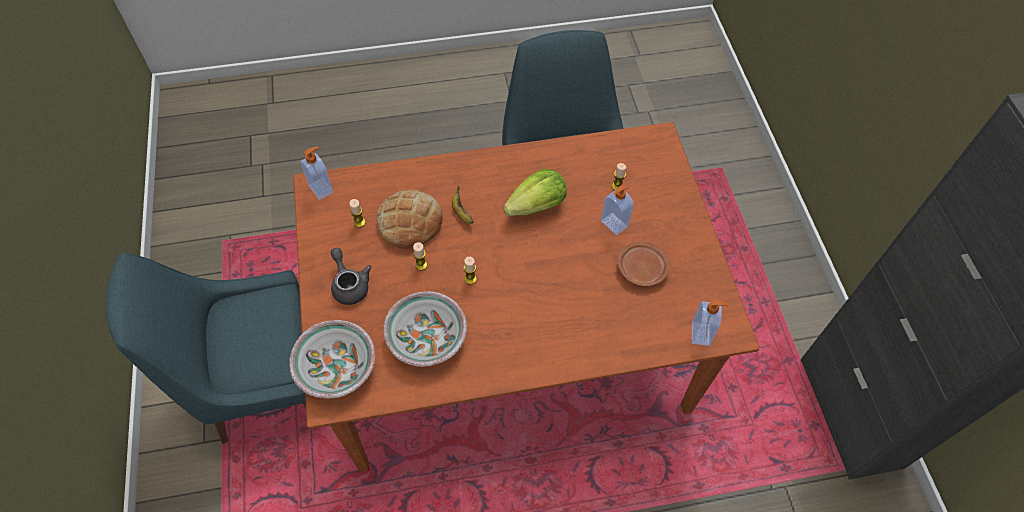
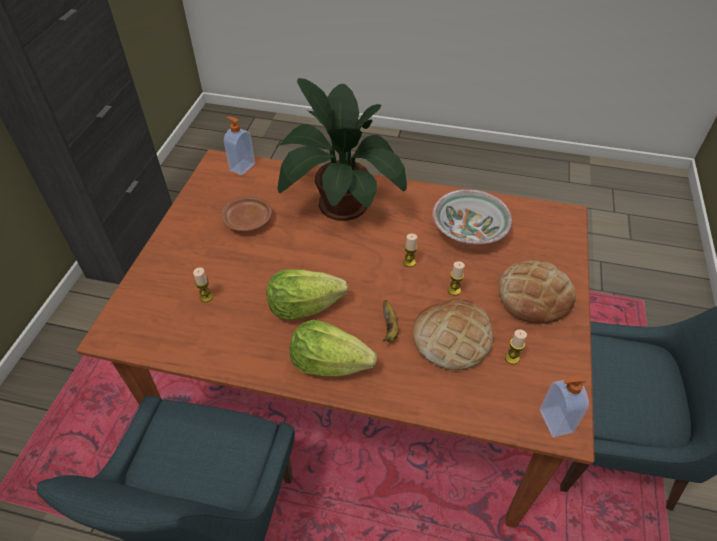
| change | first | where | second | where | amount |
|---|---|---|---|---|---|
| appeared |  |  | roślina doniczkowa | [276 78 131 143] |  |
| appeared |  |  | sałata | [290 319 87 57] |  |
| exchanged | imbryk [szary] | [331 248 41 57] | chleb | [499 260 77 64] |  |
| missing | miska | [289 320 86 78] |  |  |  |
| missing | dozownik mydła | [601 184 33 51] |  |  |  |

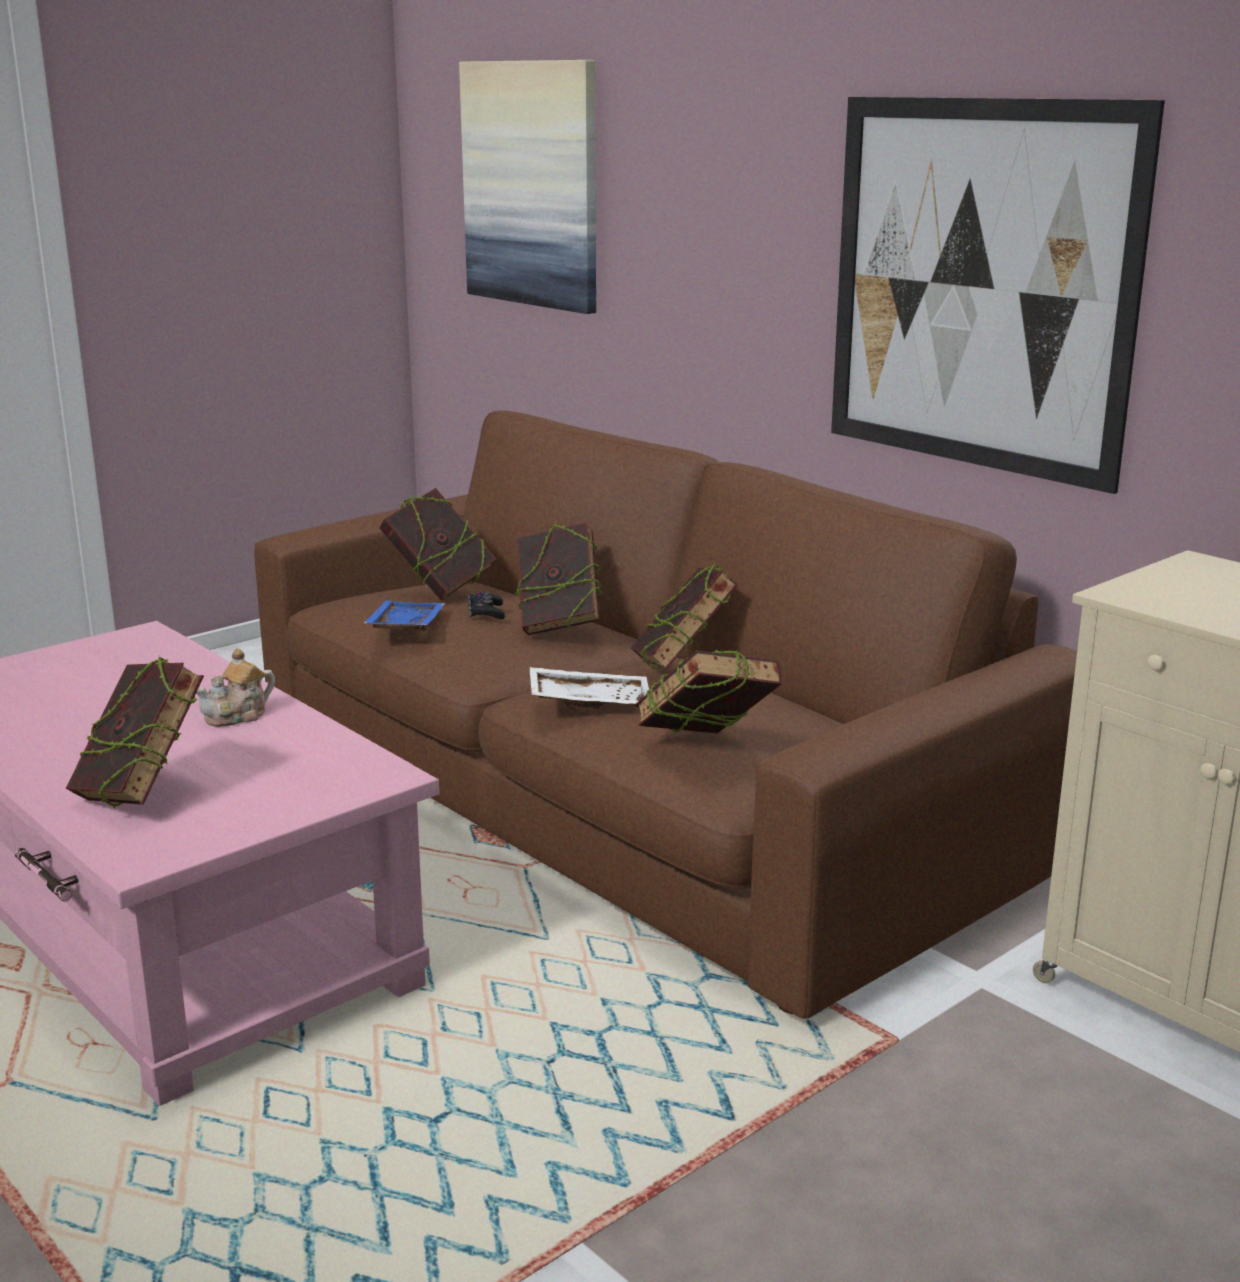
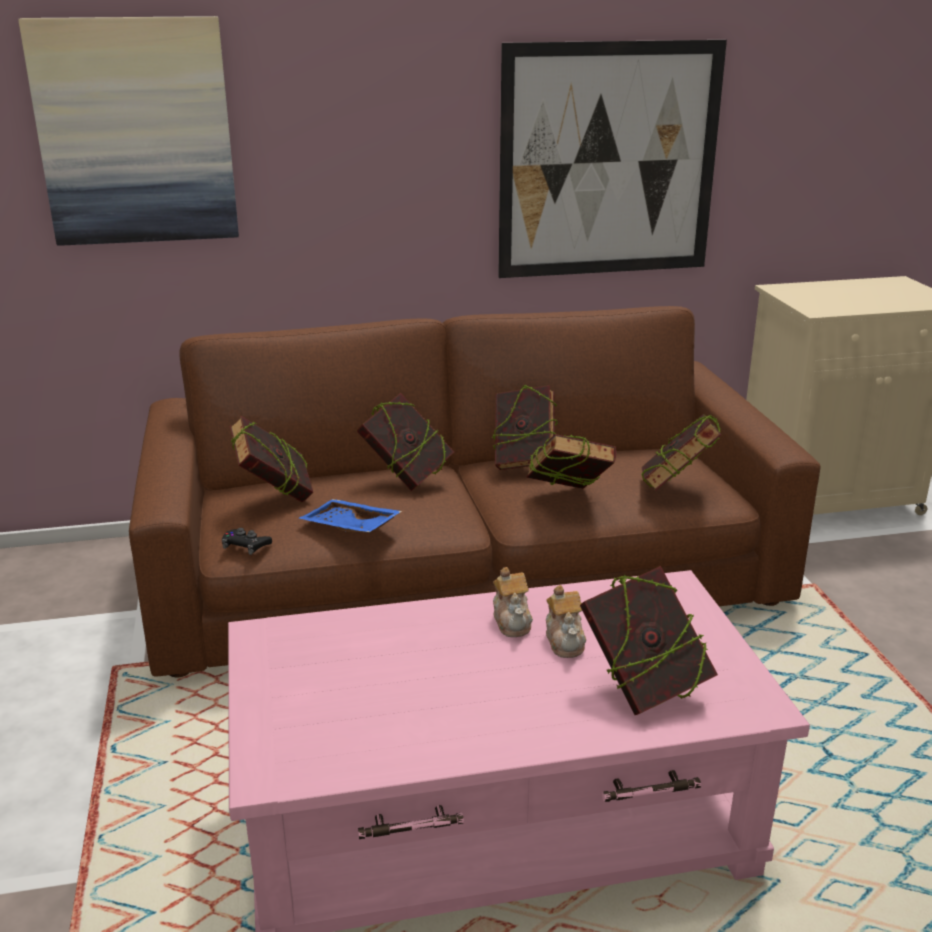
| change | first | where | second | where | amount |
|---|---|---|---|---|---|
| relocated | pad do gier [czarny] | [468 592 37 27] |  | [222 528 50 27] |  |
| exchanged | taca [biały] | [530 667 119 44] | książka | [526 434 90 55] |  |
| appeared |  |  | imbryk | [546 585 40 73] |  |

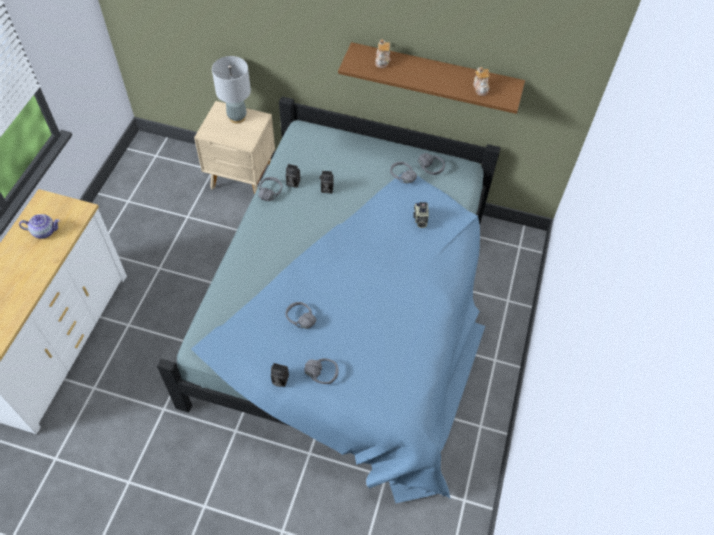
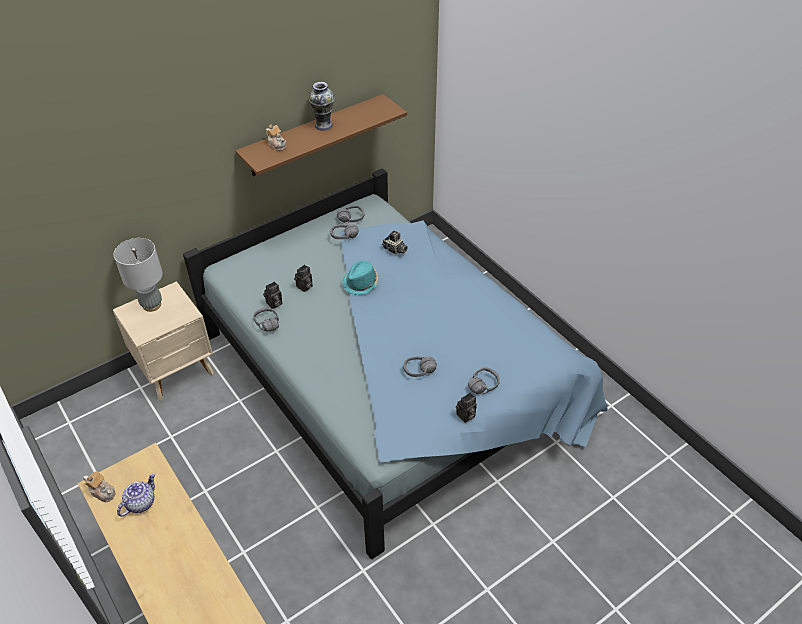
| change | first | where | second | where | amount |
|---|---|---|---|---|---|
| relocated | imbryk | [473 67 17 29] |  | [83 471 33 31] |  |
| appeared |  |  | wazon | [309 82 26 49] |  |
| appeared |  |  | kapelusz [turkusowy] | [342 260 36 35] |  |

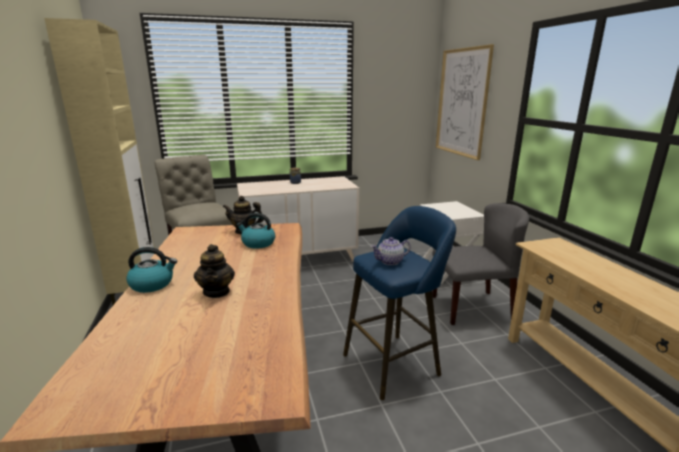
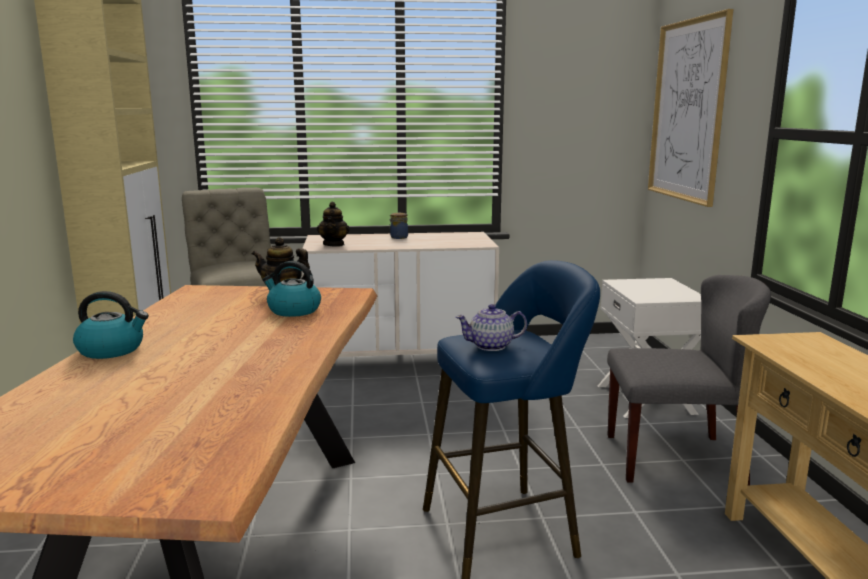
| change | first | where | second | where | amount |
|---|---|---|---|---|---|
| relocated | imbryk | [194 244 41 54] |  | [317 202 33 45] |  |

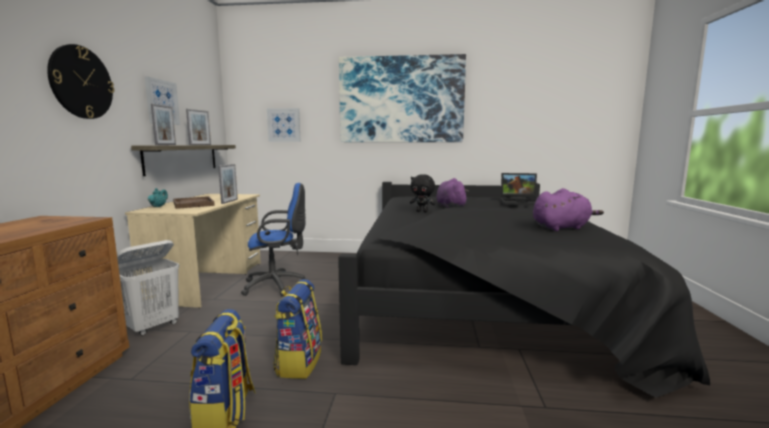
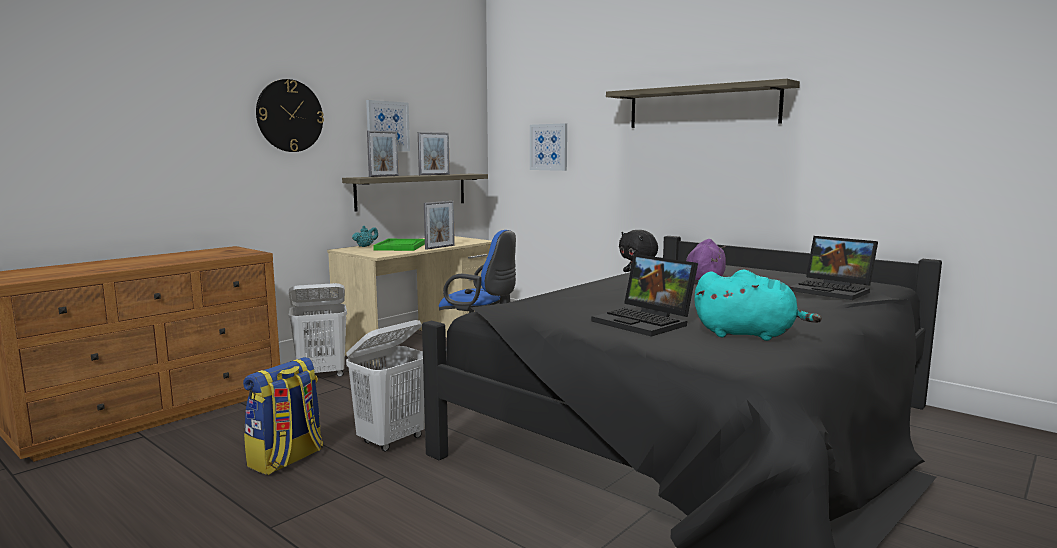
| change | first | where | second | where | amount |
|---|---|---|---|---|---|
| exchanged | plecak | [273 279 49 100] | kosz na pranie [biały] | [346 320 79 132] |  |
| colour | taca [brązowy] | [173 196 42 13] | taca [zielony] | [373 239 52 12] |  |
| appeared |  |  | laptop | [592 254 106 83] |  |
| exchanged | obraz | [339 54 127 88] | półka | [606 79 194 49] |  |
| colour | pluszak [fioletowy] | [533 188 71 43] | pluszak [turkusowy] | [694 269 128 72] |  |

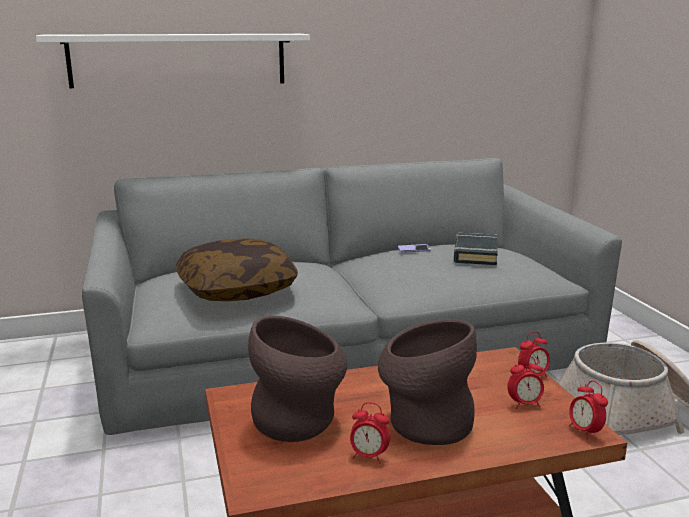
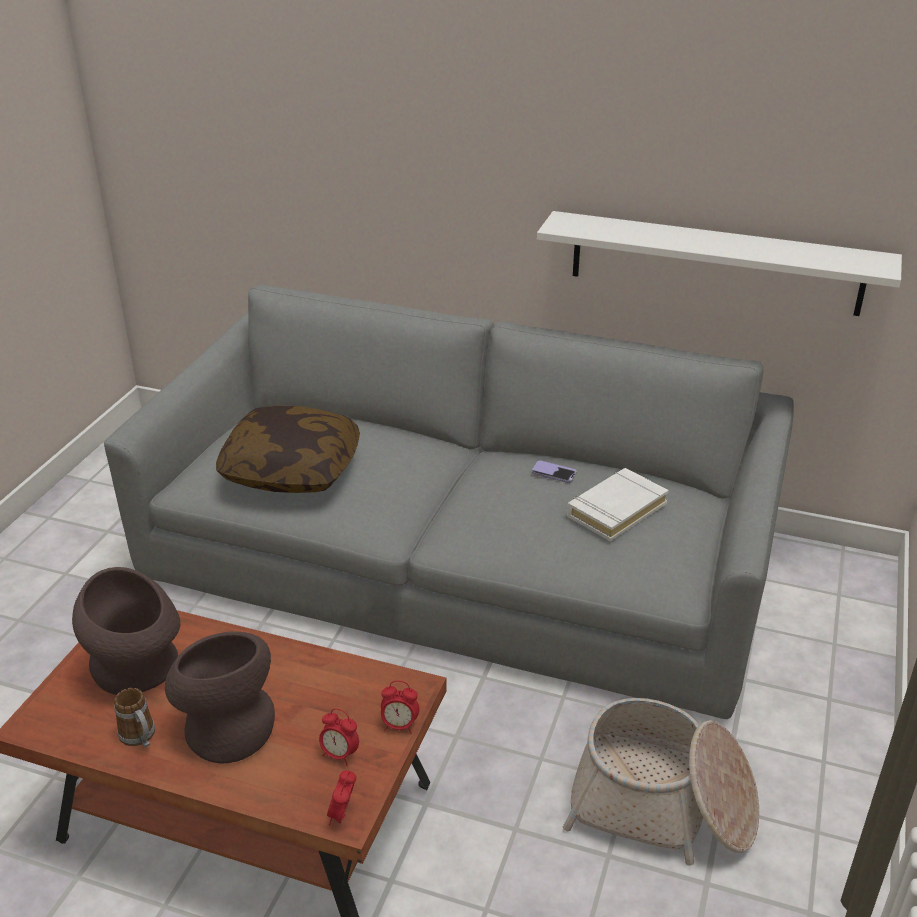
| change | first | where | second | where | amount |
|---|---|---|---|---|---|
| exchanged | budzik | [350 402 40 62] | kubek | [114 688 41 59] |  |
| relocated | półka [biały] | [36 34 274 54] |  | [537 211 365 105] |  |
| colour | książka [czarny] | [453 233 45 32] | książka [biały] | [567 468 102 73] |  |

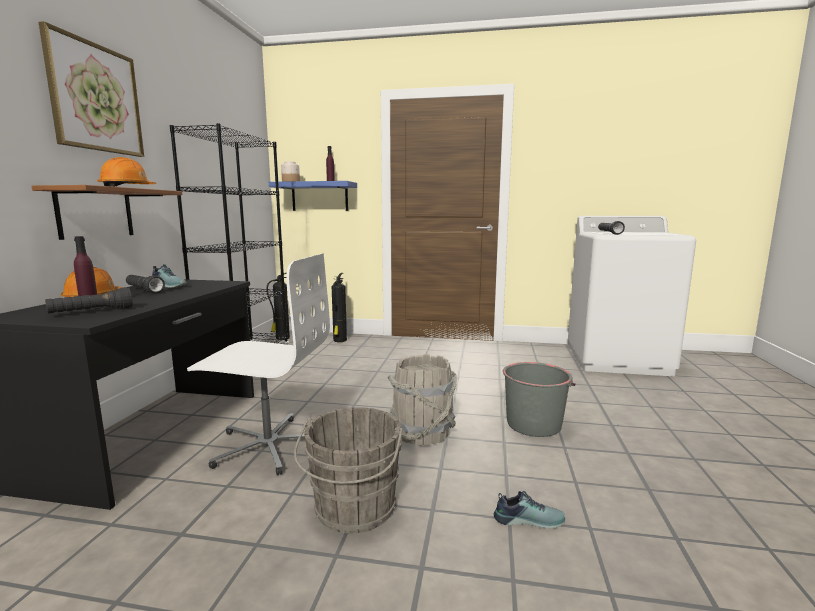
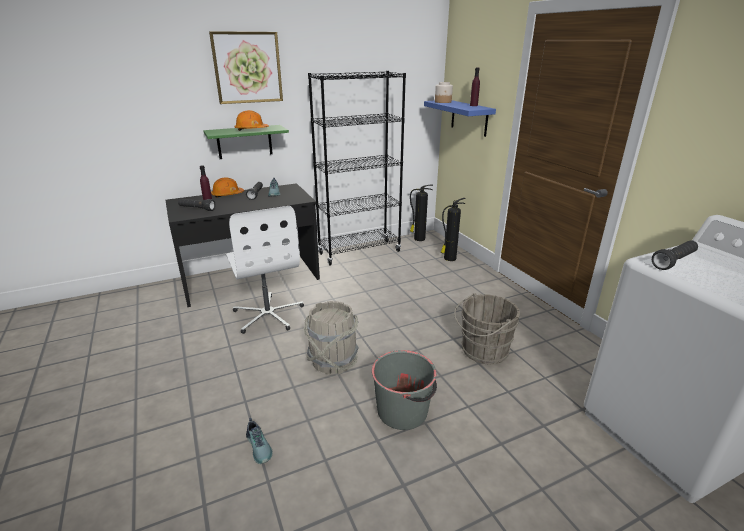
| change | first | where | second | where | amount |
|---|---|---|---|---|---|
| colour | półka [brązowy] | [32 185 150 55] | półka [zielony] | [203 125 86 34] |  |
| relocated | wiadro [szary] | [294 407 109 127] |  | [454 293 66 71] |  |

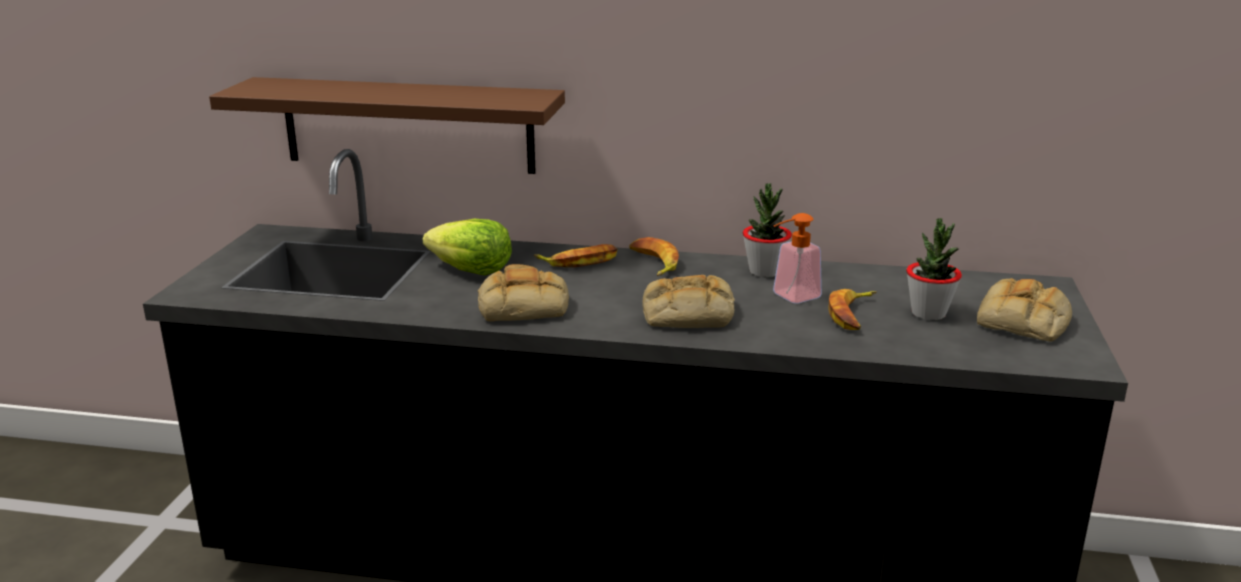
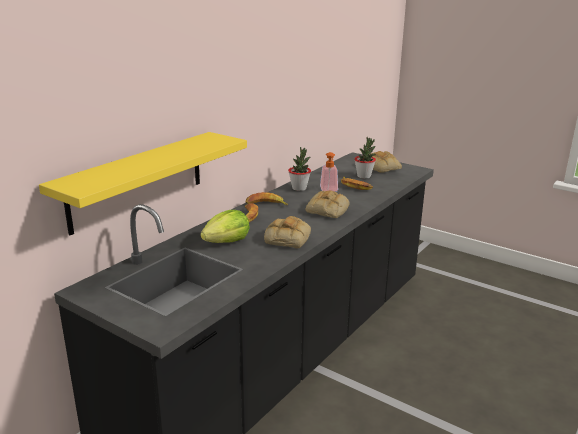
| change | first | where | second | where | amount |
|---|---|---|---|---|---|
| colour | półka [brązowy] | [209 77 356 97] | półka [żółty] | [39 132 208 103] |  |

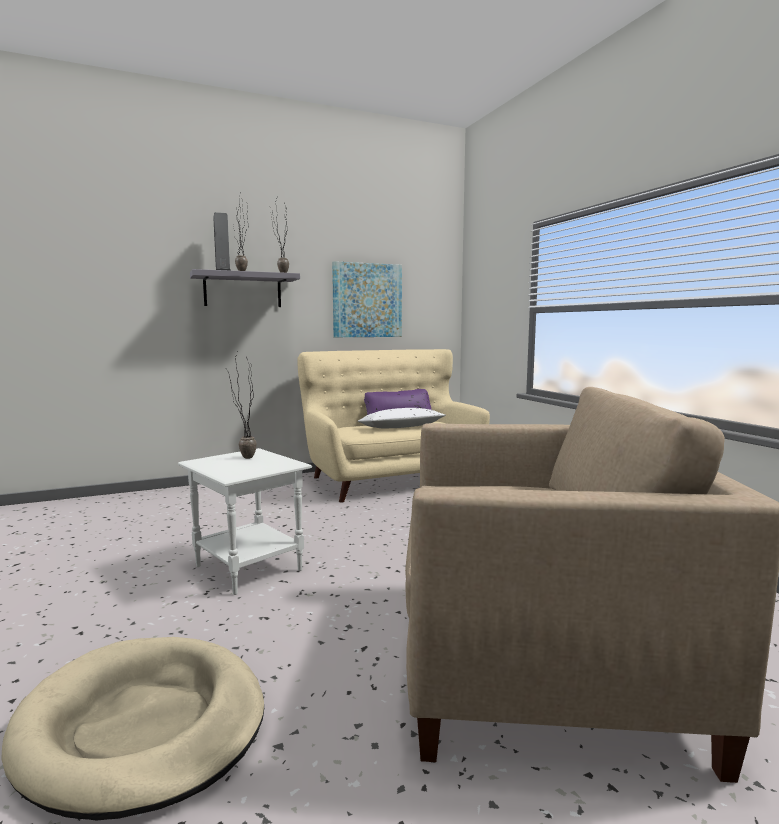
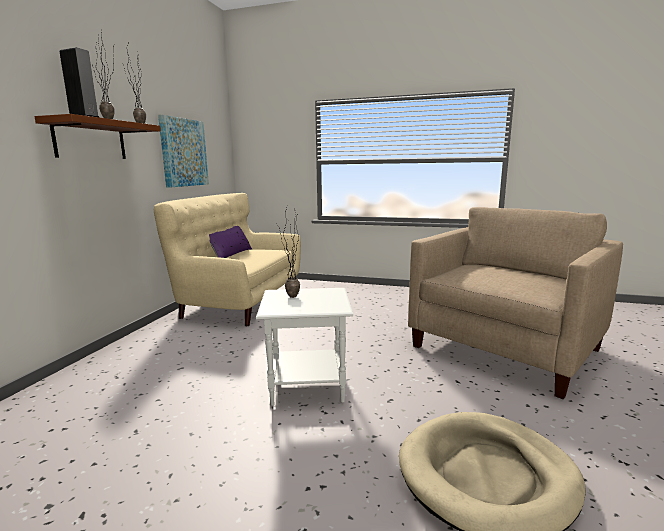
| change | first | where | second | where | amount |
|---|---|---|---|---|---|
| colour | półka [szary] | [190 269 110 38] | półka [brązowy] | [34 114 127 45] |  |
| missing | poduszka [biały] | [358 408 88 20] |  |  |  |

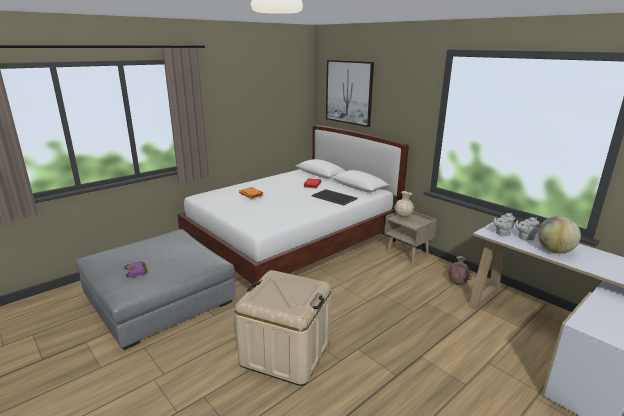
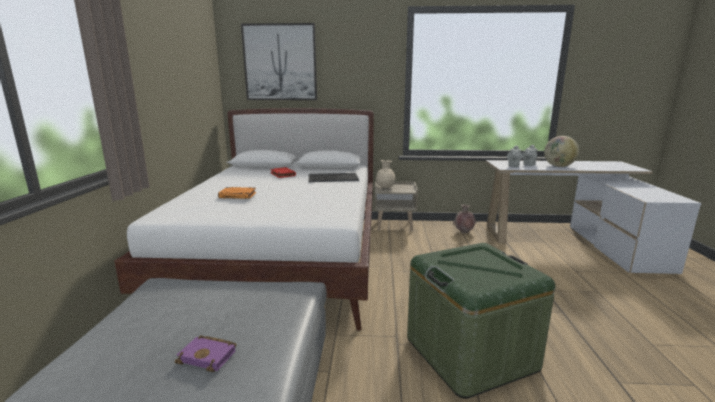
| change | first | where | second | where | amount |
|---|---|---|---|---|---|
| colour | pojemnik do przechowywania [beżowy] | [235 270 96 116] | pojemnik do przechowywania [zielony] | [407 243 148 156] |  |

